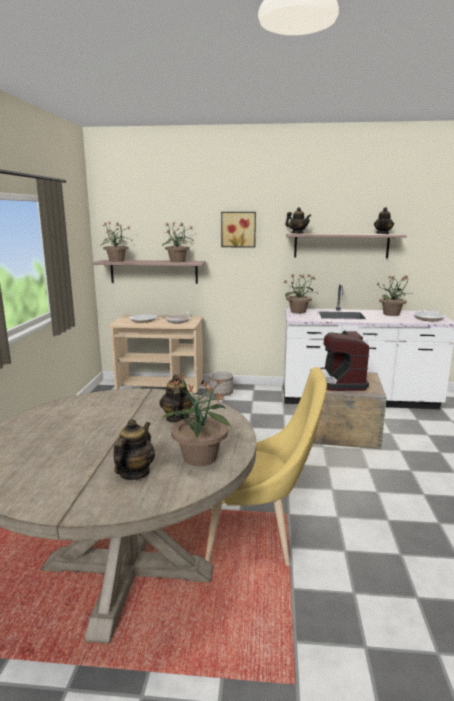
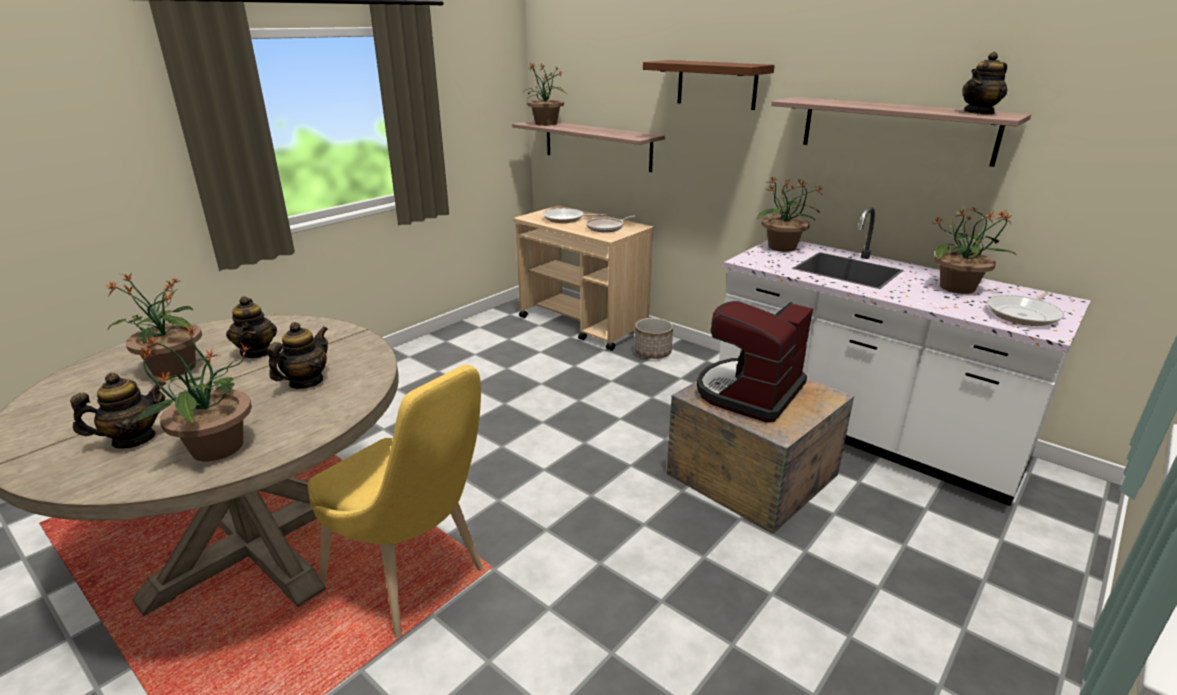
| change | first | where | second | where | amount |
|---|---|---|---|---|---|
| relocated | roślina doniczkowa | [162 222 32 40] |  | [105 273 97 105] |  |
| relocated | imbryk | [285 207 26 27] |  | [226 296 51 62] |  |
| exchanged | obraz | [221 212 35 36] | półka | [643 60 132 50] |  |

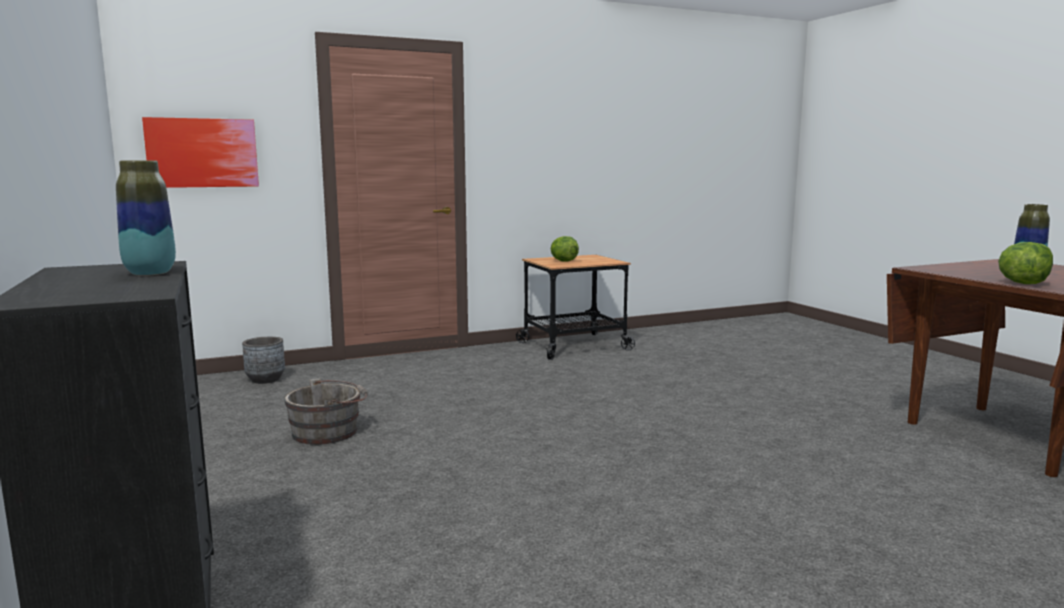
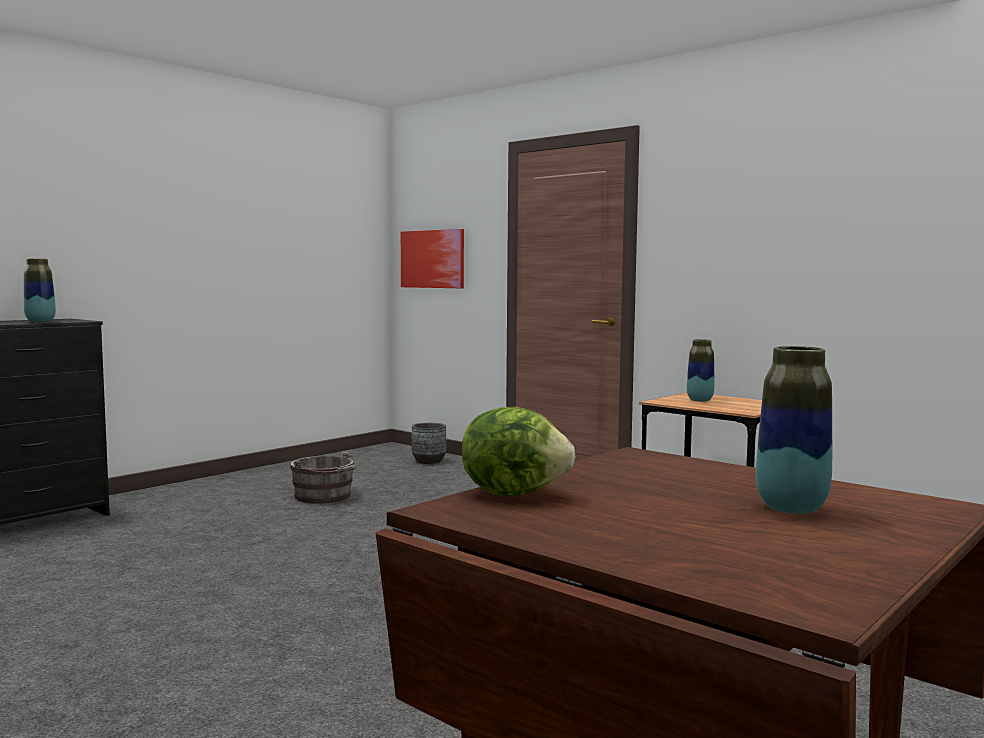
| change | first | where | second | where | amount |
|---|---|---|---|---|---|
| exchanged | sałata | [551 236 28 26] | wazon | [687 339 28 63] |  |

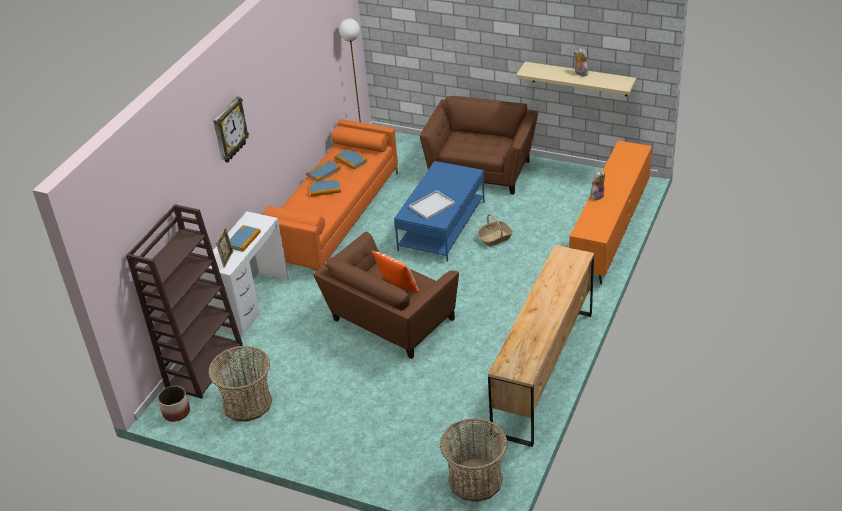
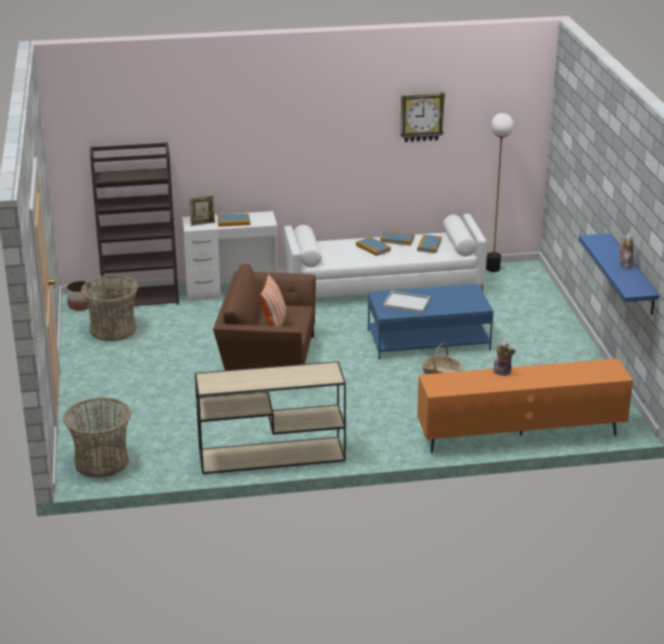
| change | first | where | second | where | amount |
|---|---|---|---|---|---|
| exchanged | komoda [brązowy] | [488 245 106 202] | stolik konsolowy [beżowy] | [195 361 151 113] |  |
| colour | kanapa [pomarańczowy] | [263 119 135 152] | kanapa [biały] | [284 214 203 83] |  |
| relocated | zegar ścienny | [213 96 36 67] |  | [400 92 45 50] |  |
| colour | półka [beżowy] | [516 62 120 34] | półka [niebieski] | [579 233 80 82] |  |
| missing | fotel [brązowy] | [420 96 118 99] |  |  |  |

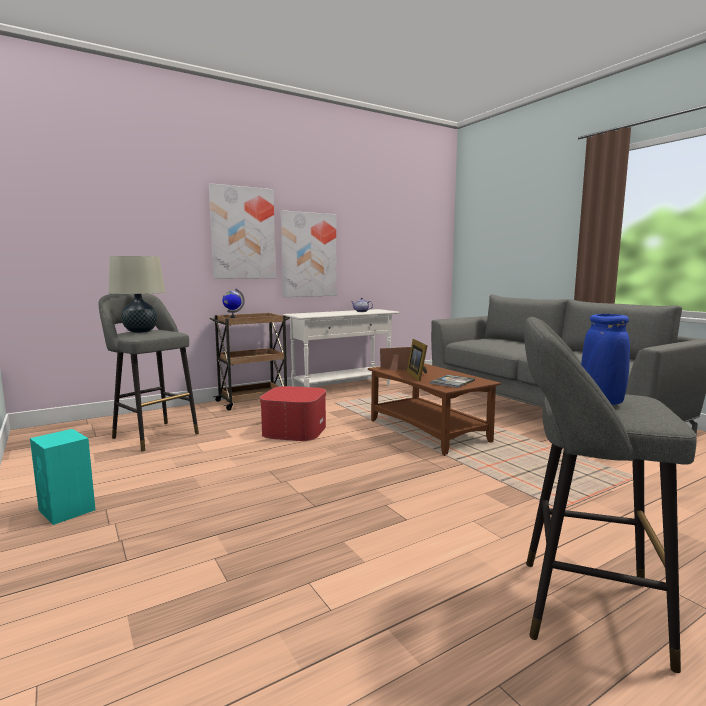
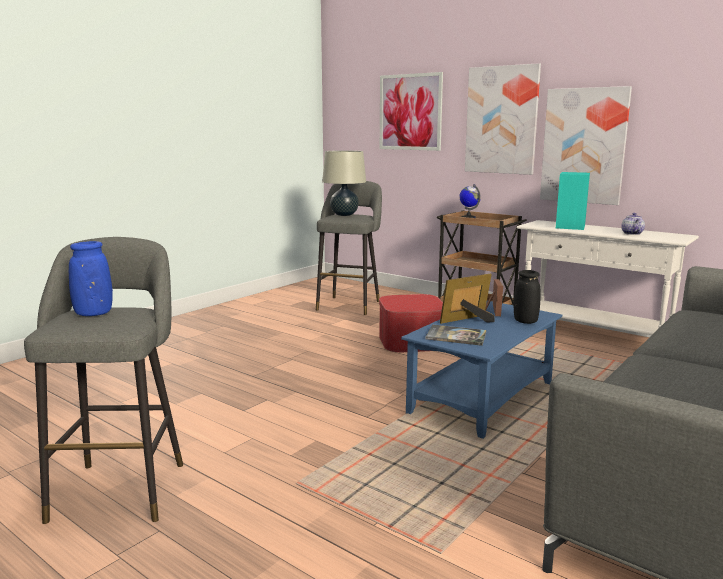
| change | first | where | second | where | amount |
|---|---|---|---|---|---|
| appeared |  |  | obraz | [380 72 63 79] |  |
| colour | ława [brązowy] | [368 363 133 93] | ława [niebieski] | [401 301 161 138] |  |
| appeared |  |  | wazon [czarny] | [514 270 27 54] |  |
| relocated | głośnik [turkusowy] | [30 429 65 96] |  | [556 172 34 58] |  |

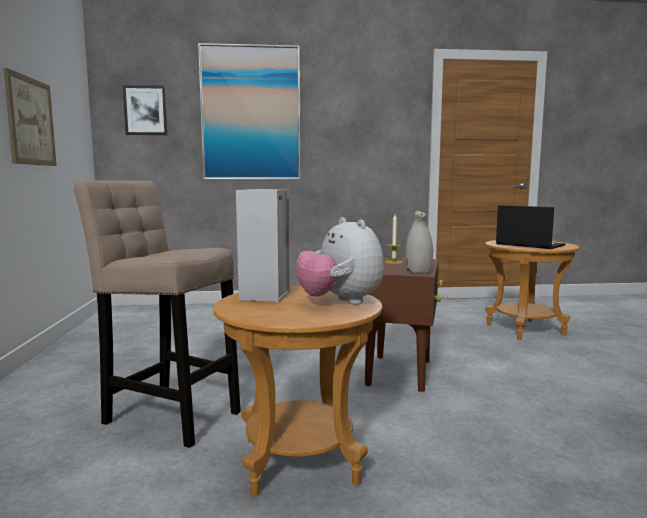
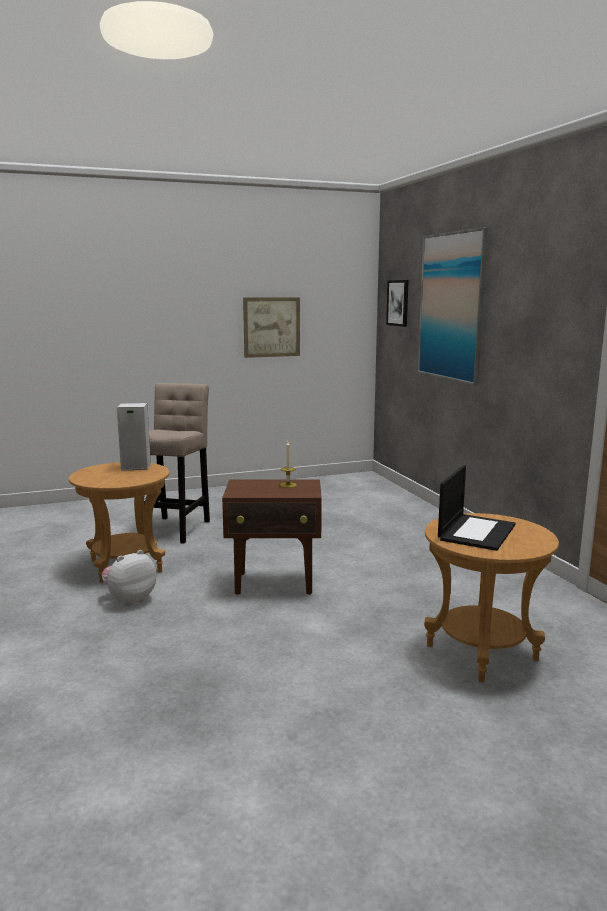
| change | first | where | second | where | amount |
|---|---|---|---|---|---|
| relocated | pluszak | [296 217 88 88] |  | [101 550 55 56] |  |
| missing | wazon [biały] | [405 211 28 62] |  |  |  |

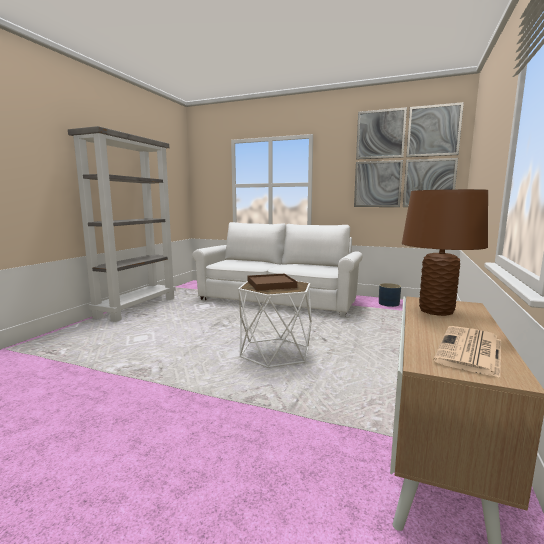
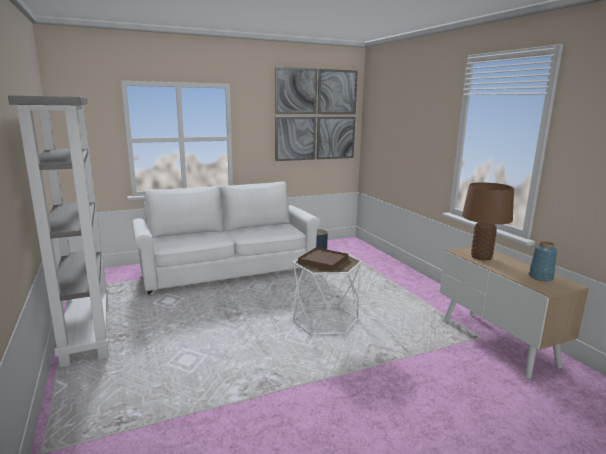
| change | first | where | second | where | amount |
|---|---|---|---|---|---|
| exchanged | gazeta | [434 326 67 52] | wazon [niebieski] | [529 241 28 40] |  |

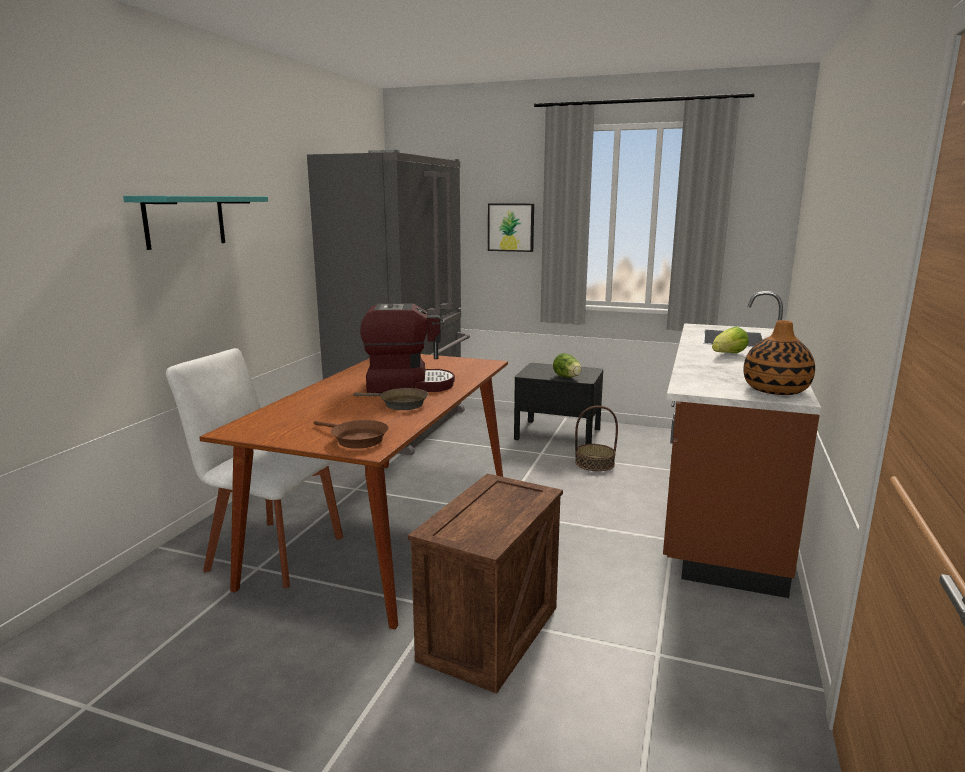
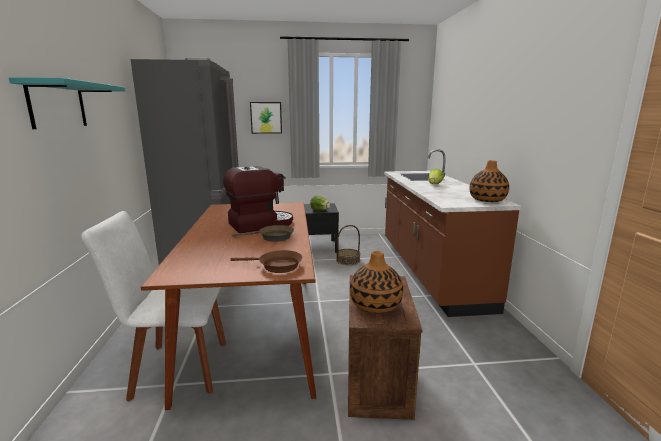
| change | first | where | second | where | amount |
|---|---|---|---|---|---|
| appeared |  |  | wazon | [350 251 53 63] |  |

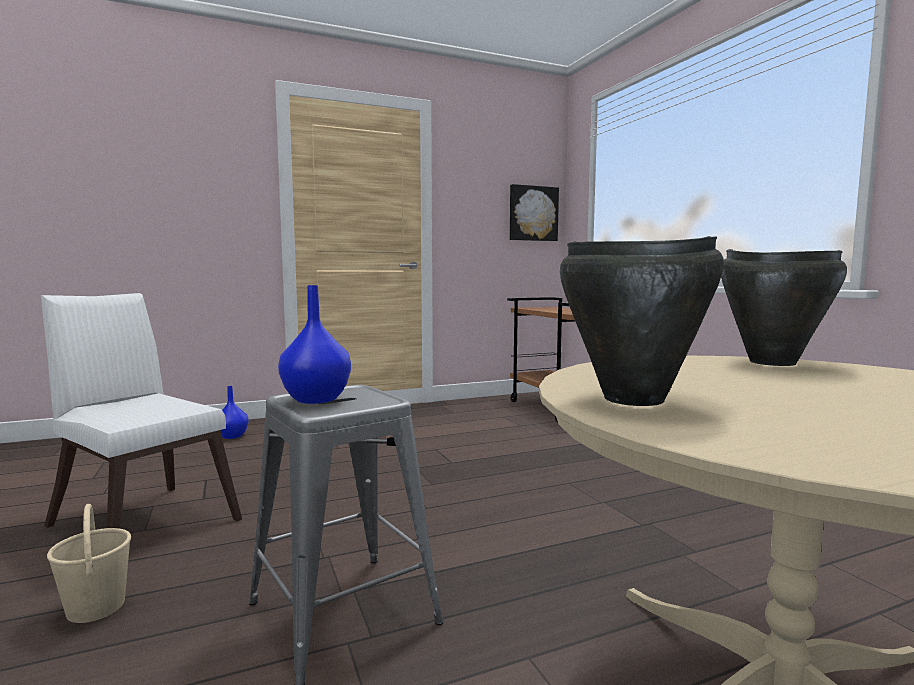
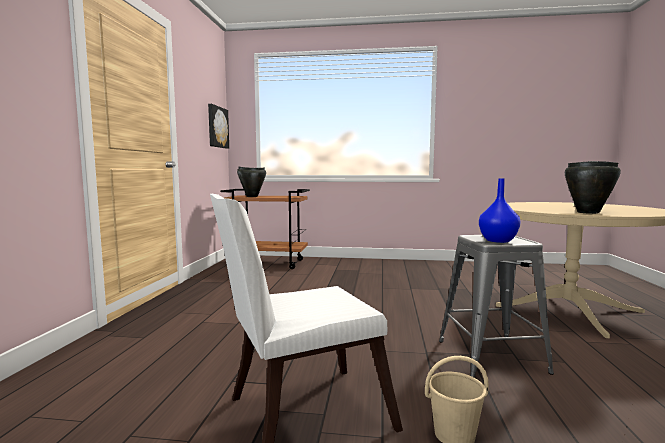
| change | first | where | second | where | amount |
|---|---|---|---|---|---|
| relocated | garnek [czarny] | [721 249 126 117] |  | [237 166 29 31] |  |
| missing | wazon [niebieski] | [221 386 28 53] |  |  |  |

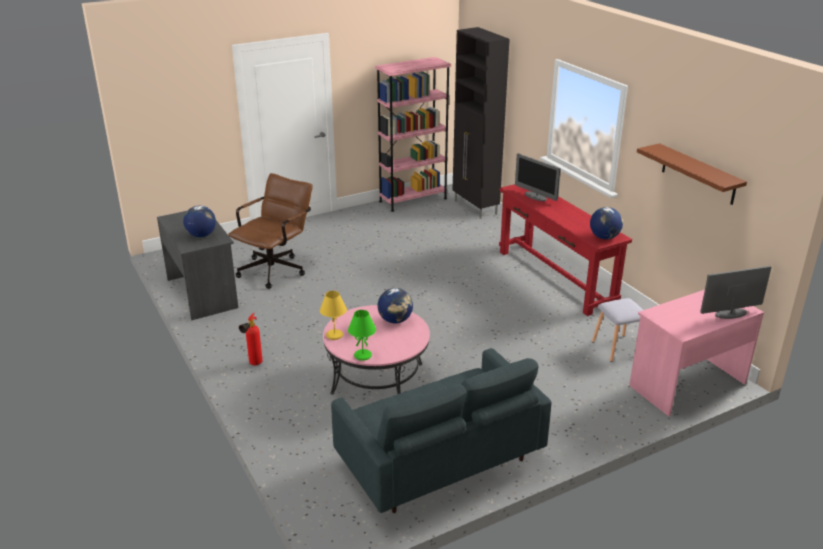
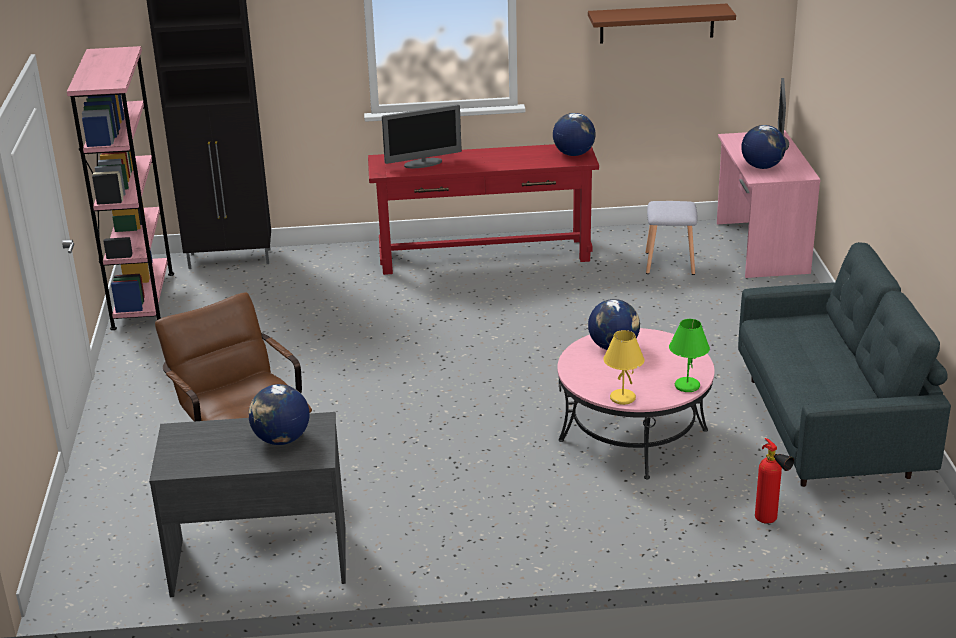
| change | first | where | second | where | amount |
|---|---|---|---|---|---|
| appeared |  |  | globus | [741 125 45 44] |  |
| relocated | gaśnica | [239 313 24 52] |  | [755 438 40 86] |  |

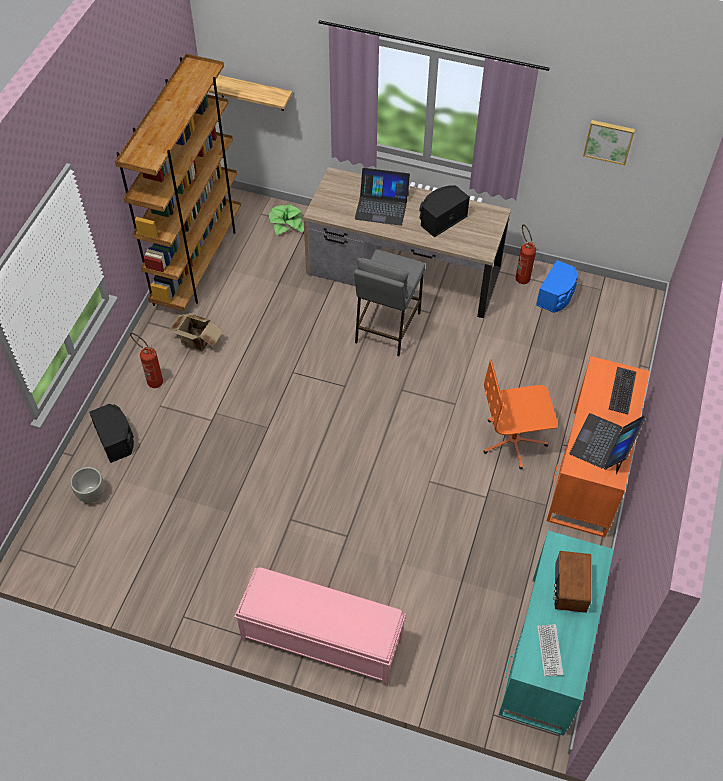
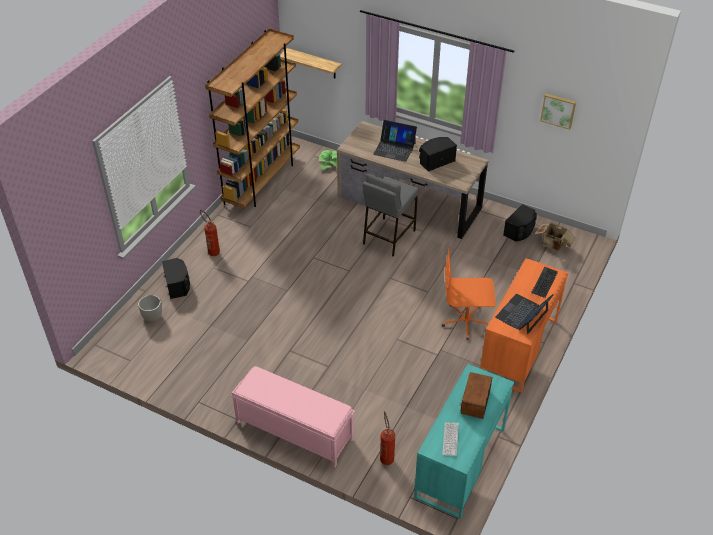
| change | first | where | second | where | amount |
|---|---|---|---|---|---|
| relocated | gaśnica | [516 224 20 60] |  | [380 411 15 54] |  |
| colour | głośnik [niebieski] | [536 260 42 53] | głośnik [czarny] | [503 204 34 38] |  |
| relocated | karton | [169 313 54 39] |  | [535 223 41 29] |  |

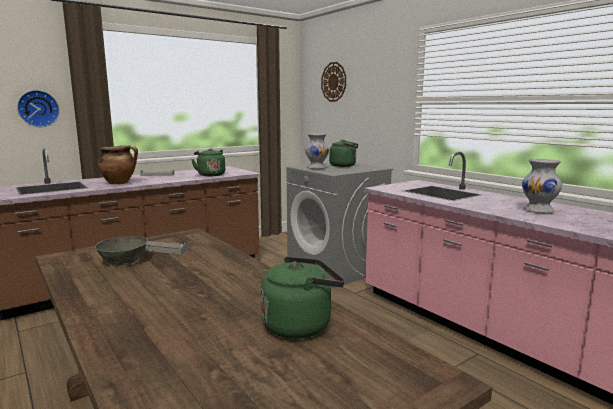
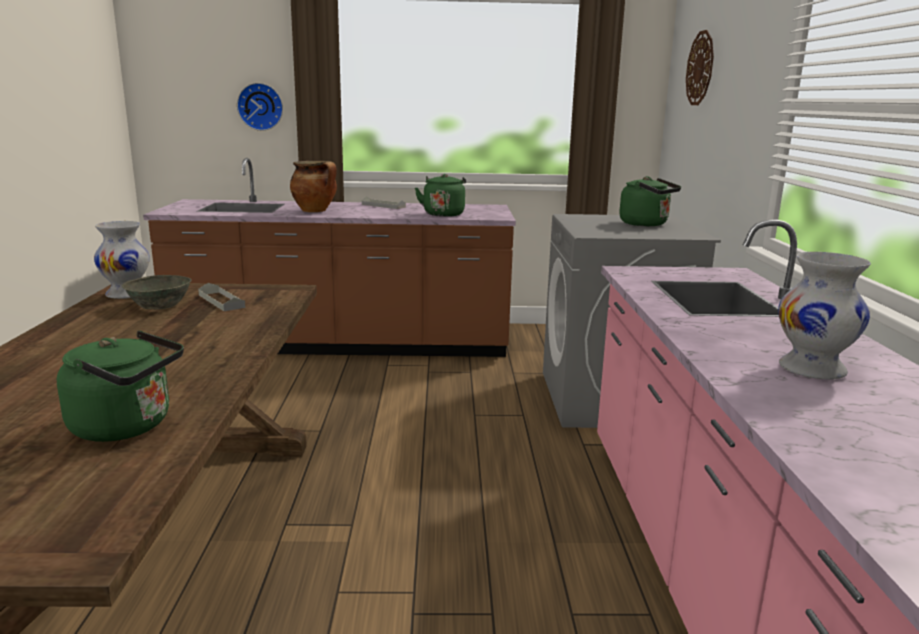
| change | first | where | second | where | amount |
|---|---|---|---|---|---|
| relocated | wazon [biały] | [305 134 24 35] |  | [94 221 56 78] |  |

